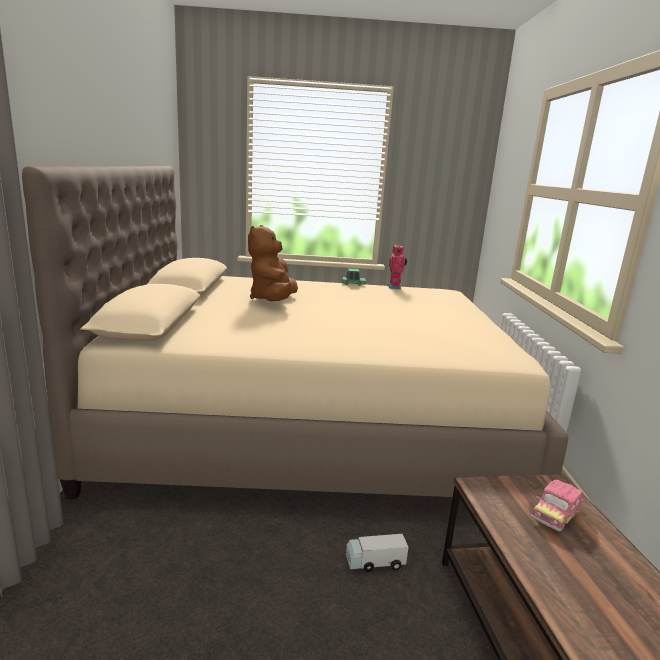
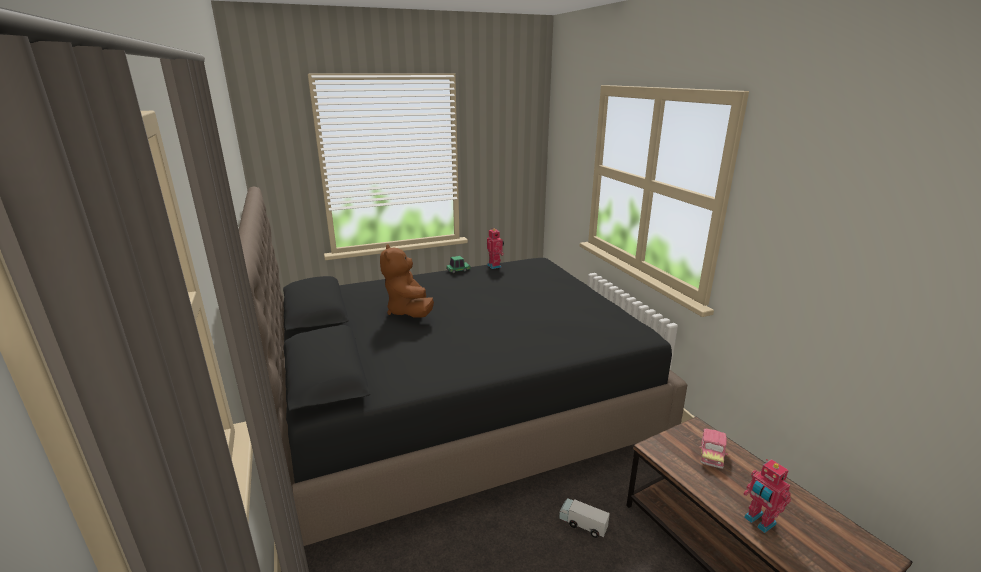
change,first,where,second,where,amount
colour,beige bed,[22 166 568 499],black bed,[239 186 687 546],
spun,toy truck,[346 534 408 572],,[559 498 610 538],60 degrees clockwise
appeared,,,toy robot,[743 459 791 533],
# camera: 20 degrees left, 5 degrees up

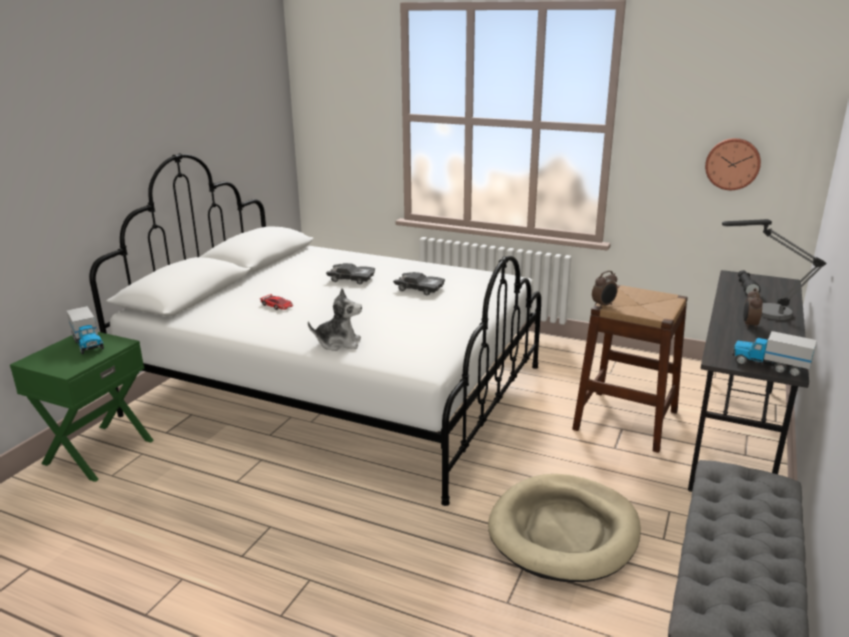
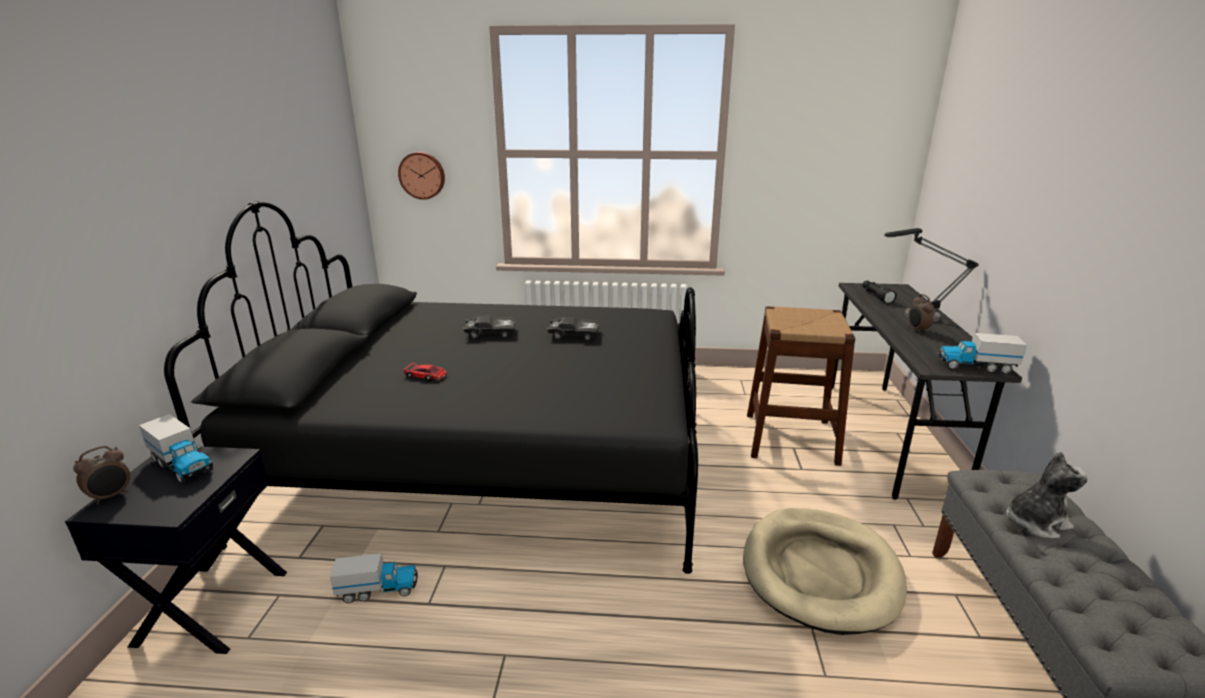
change,first,where,second,where,amount
colour,green nightstand,[10 332 154 482],black nightstand,[65 446 287 654],
colour,white bed,[89 153 541 506],black bed,[164 201 698 574],
relocated,plush toy,[308 288 362 351],,[1006 452 1087 538],
relocated,alarm clock,[592 271 618 308],,[74 446 130 504],
relocated,wall clock,[705 138 761 190],,[398 152 445 200],
appeared,,,toy truck,[330 553 418 603],
# camera: 20 degrees left, 0 degrees up

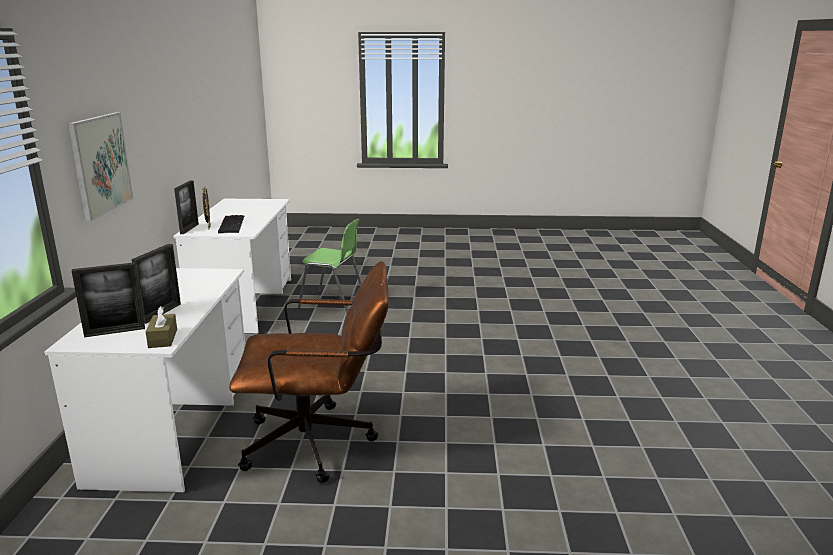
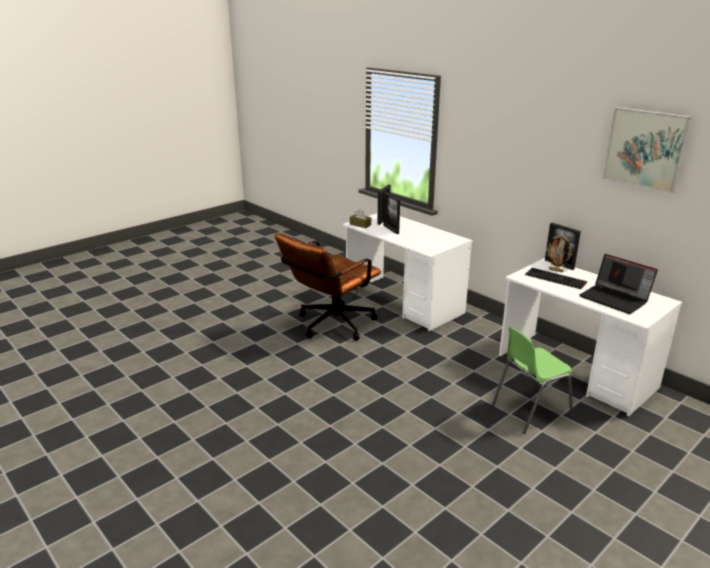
change,first,where,second,where,amount
relocated,picture,[68 112 133 221],,[602 107 692 193],
appeared,,,laptop,[579 254 658 314],
# camera: 135 degrees right, 5 degrees up

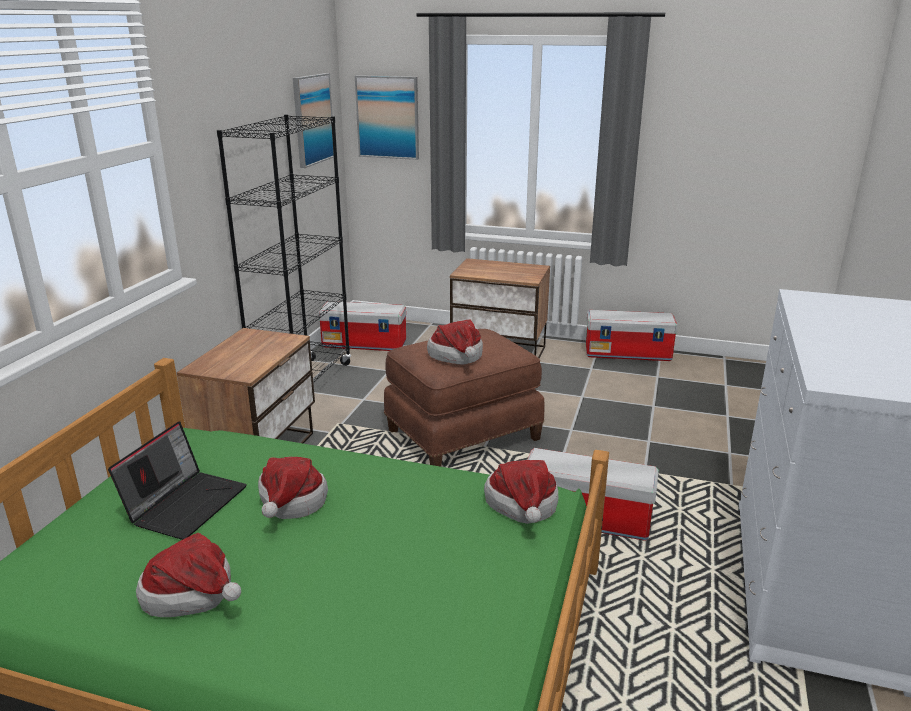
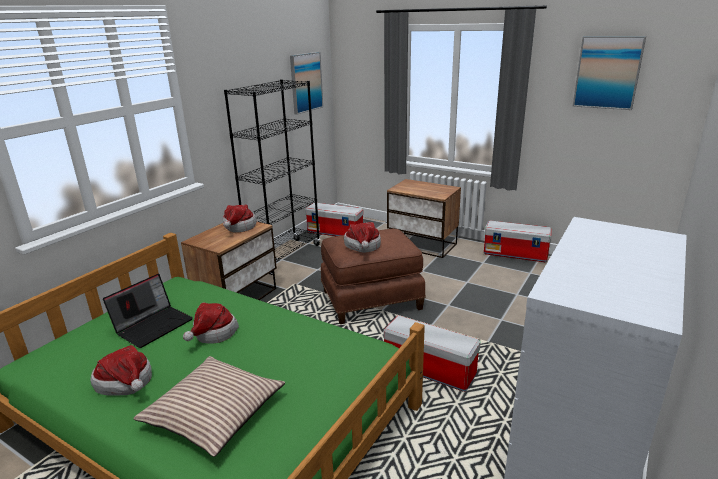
change,first,where,second,where,amount
relocated,picture,[355 75 419 160],,[572 36 646 110],
relocated,hat,[484 460 559 524],,[223 205 257 232],
appeared,,,pillow,[133 356 285 457],
# camera: 15 degrees right, 0 degrees up

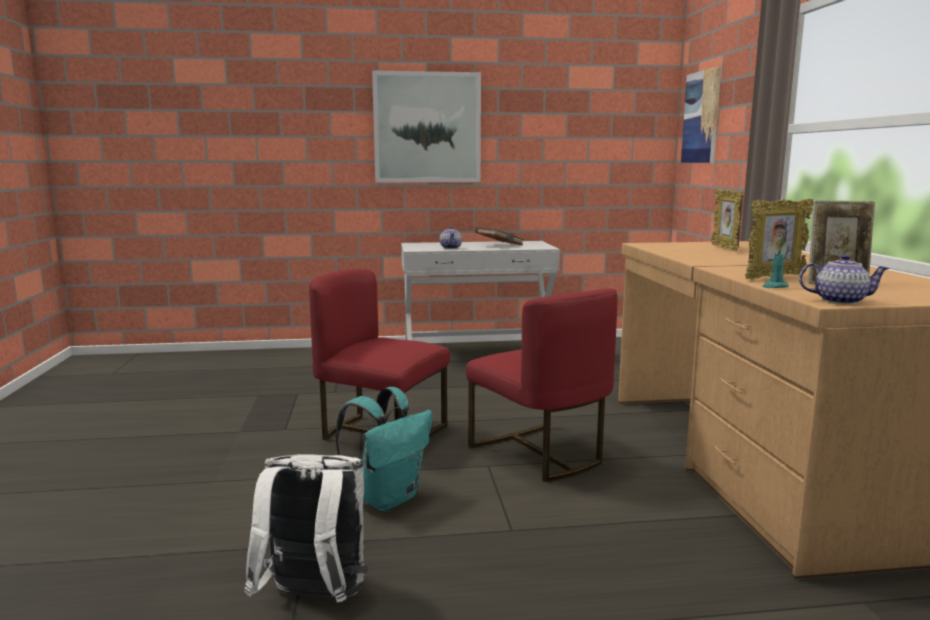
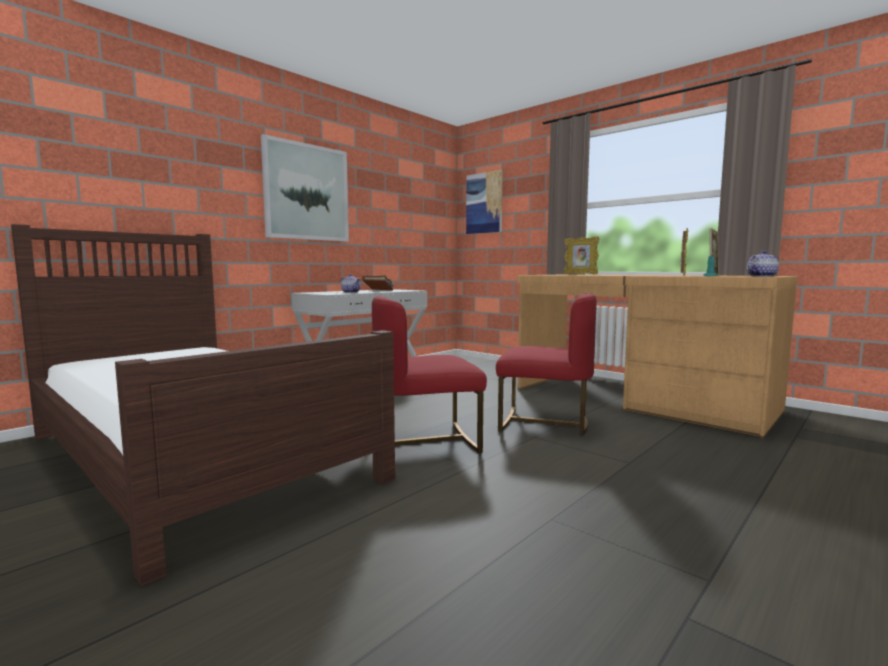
change,first,where,second,where,amount
missing,white backpack,[244 455 368 602],,,
missing,turquoise backpack,[336 387 432 511],,,
appeared,,,brown bed,[11 224 395 586],
# camera: 40 degrees left, 5 degrees down

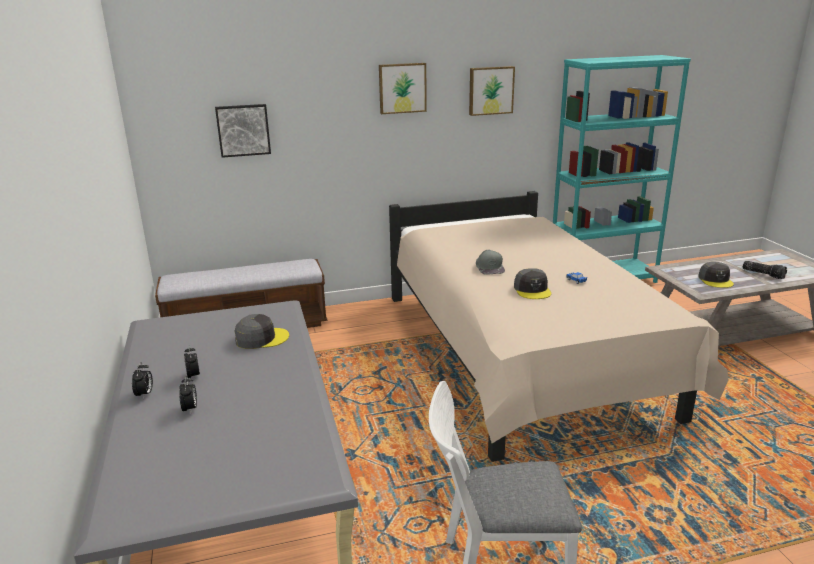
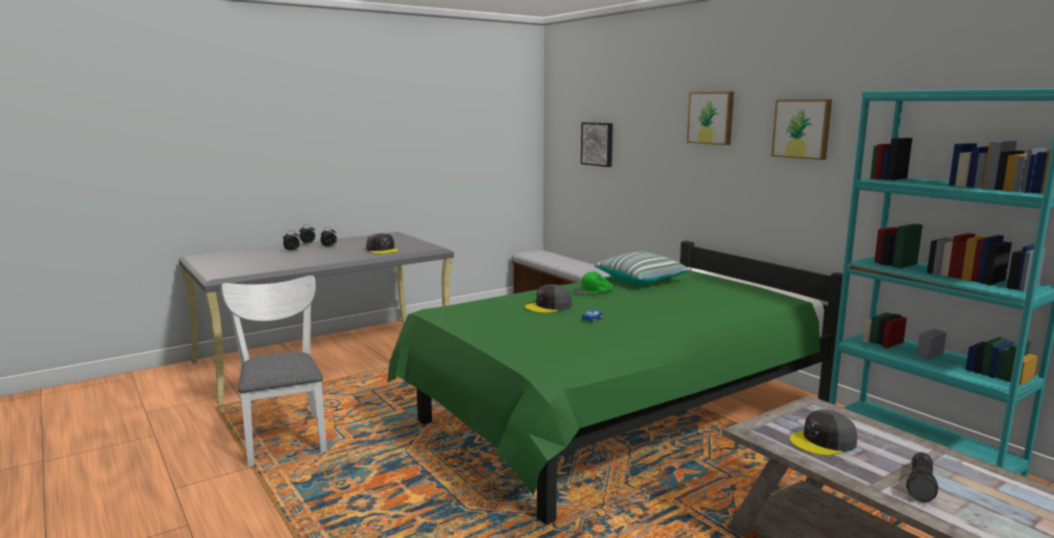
change,first,where,second,where,amount
colour,beige bed,[389 191 729 462],green bed,[387 241 843 525],
colour,grey cap,[476 250 505 275],green cap,[571 271 613 295],
appeared,,,pillow,[594 252 692 285],
# camera: 70 degrees right, 10 degrees down

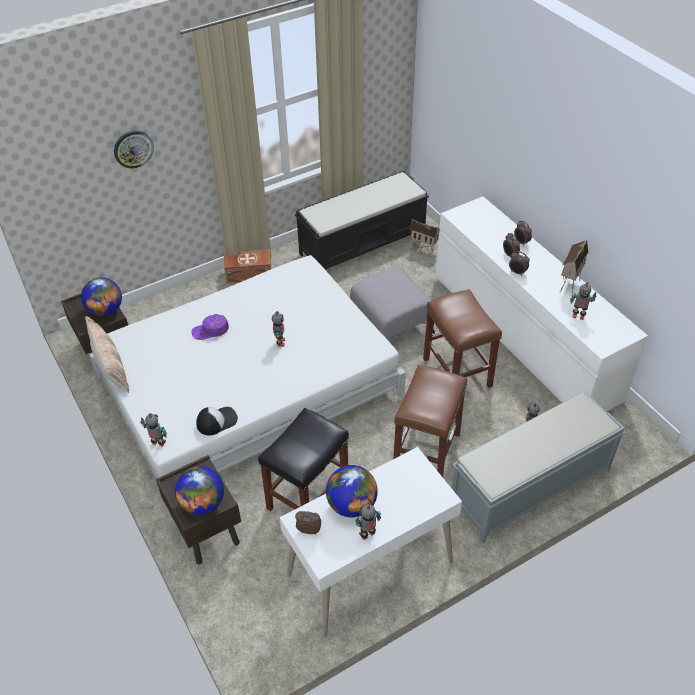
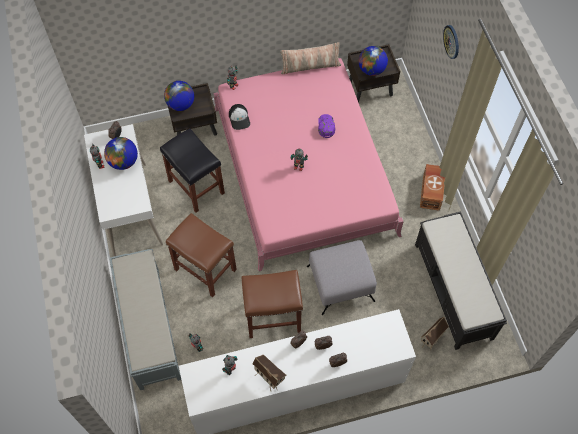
change,first,where,second,where,amount
colour,white bed,[89 255 406 515],pink bed,[213 58 404 271],
# camera: 105 degrees right, 15 degrees up

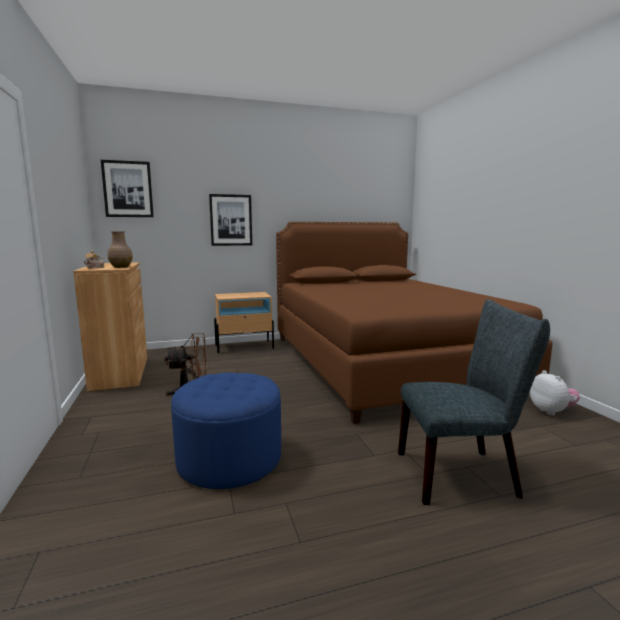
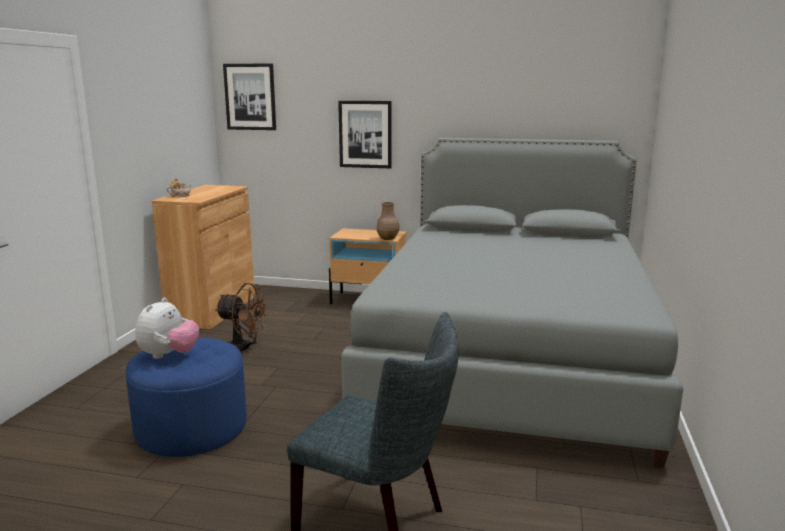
change,first,where,second,where,amount
relocated,brown vase,[108 231 133 268],,[376 202 399 240],
colour,brown bed,[276 222 553 424],grey bed,[341 138 683 468],
relocated,plush toy,[530 370 580 416],,[135 298 199 359],
# camera: 30 degrees right, 5 degrees up

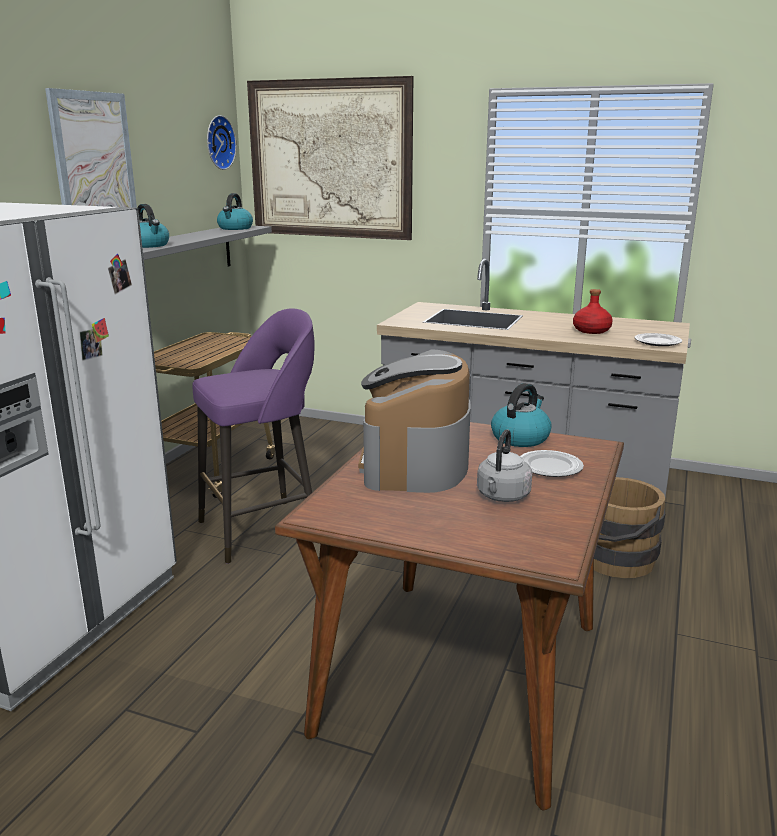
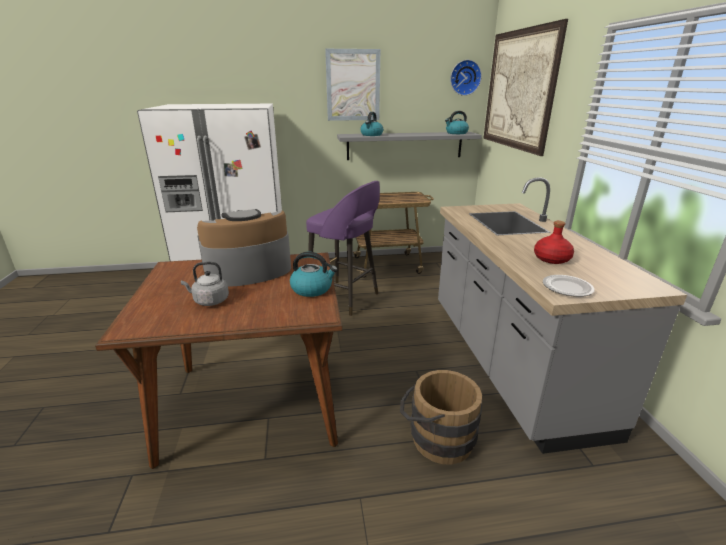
change,first,where,second,where,amount
missing,plate,[520 450 584 477],,,
# camera: 60 degrees right, 5 degrees up

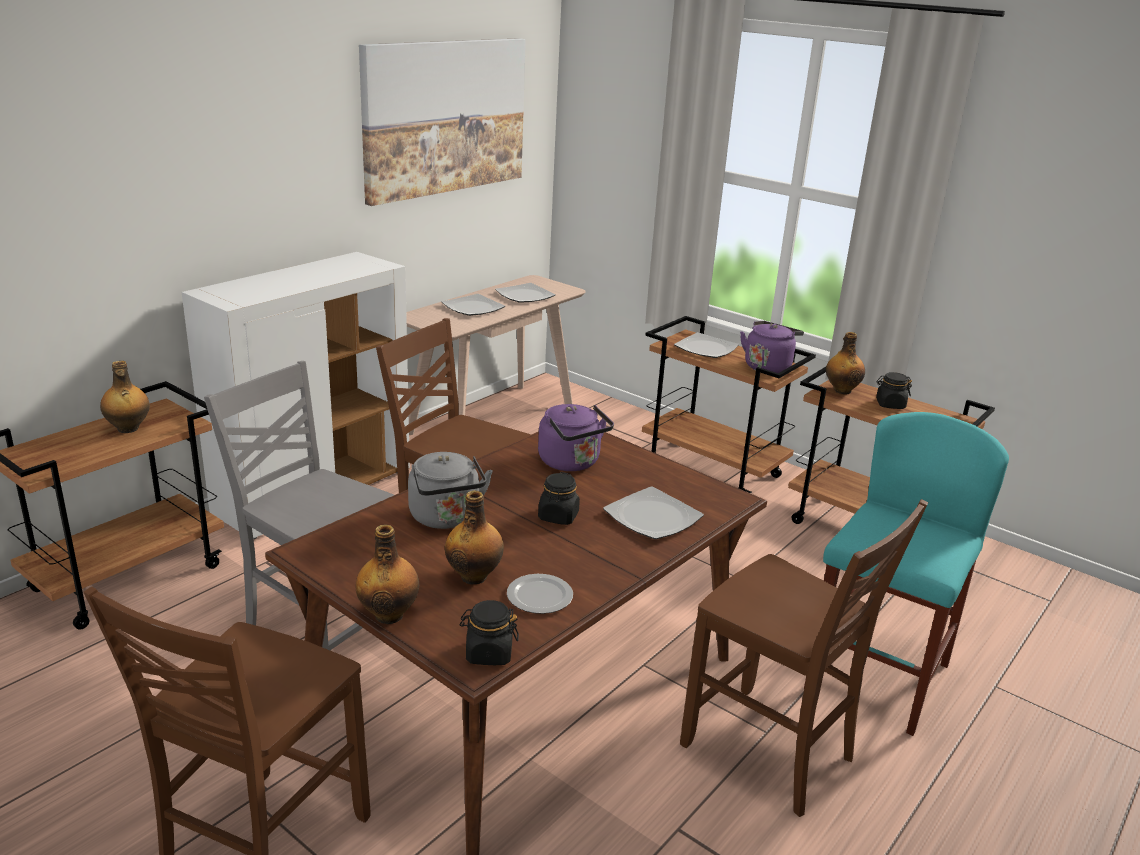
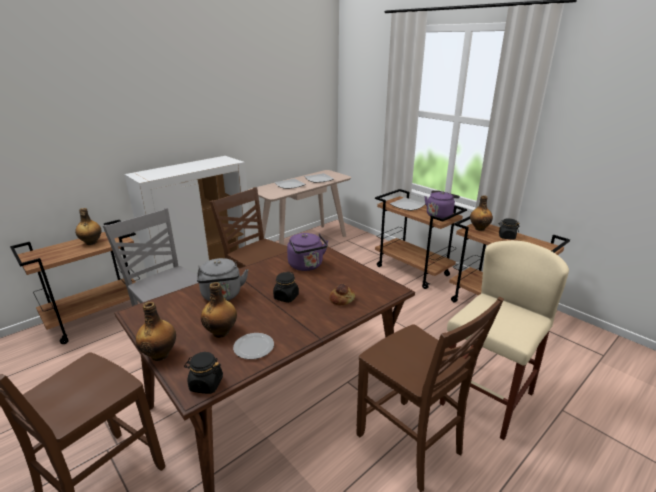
change,first,where,second,where,amount
missing,picture,[359 38 526 206],,,
exchanged,plate,[603 487 704 539],bread,[329 284 355 305],
colour,turquoise stool,[804 412 1009 736],beige stool,[440 240 569 440],
# camera: 10 degrees right, 0 degrees up

